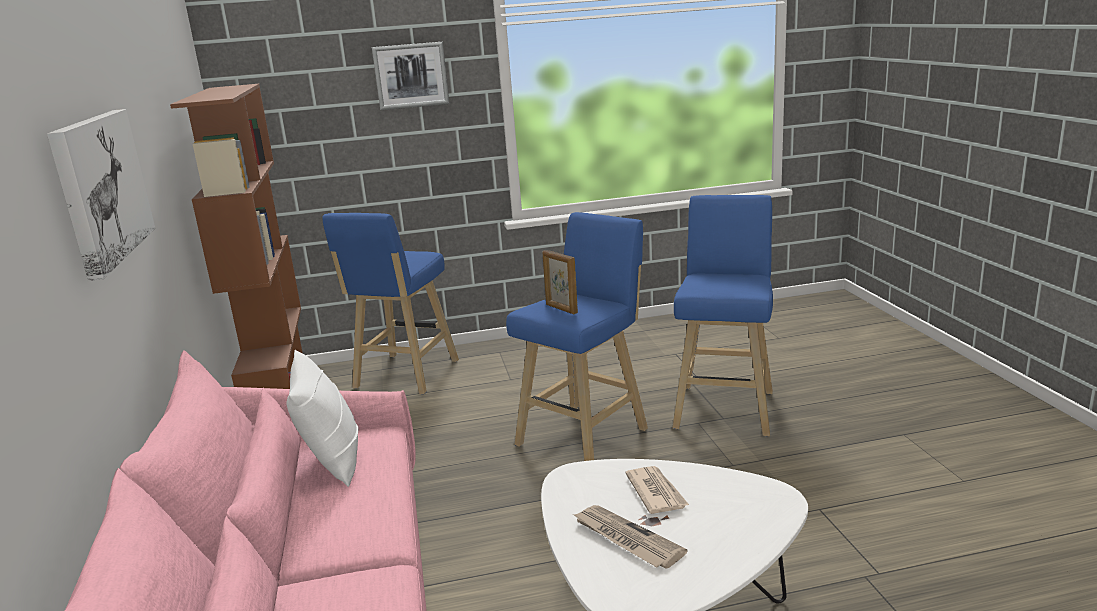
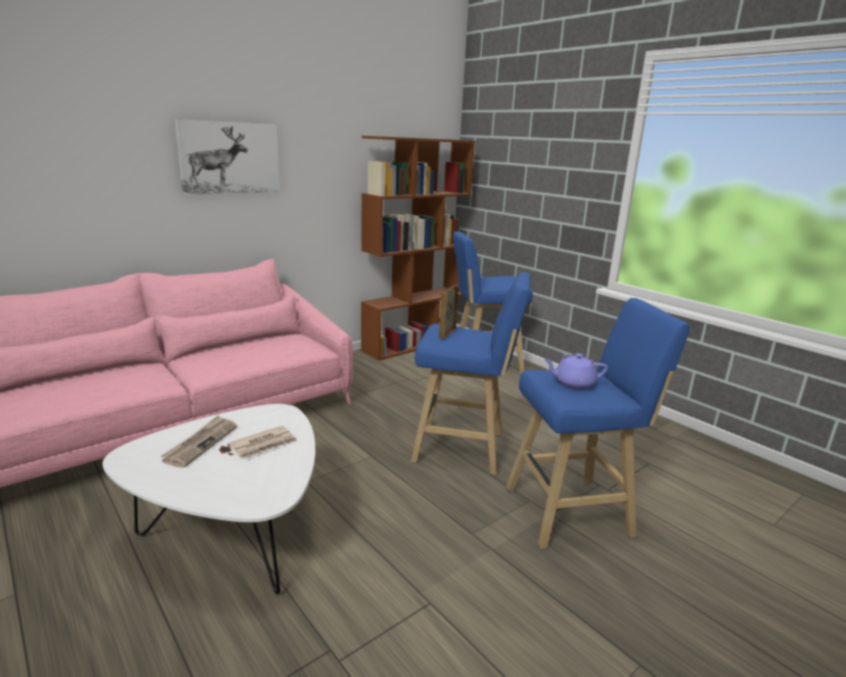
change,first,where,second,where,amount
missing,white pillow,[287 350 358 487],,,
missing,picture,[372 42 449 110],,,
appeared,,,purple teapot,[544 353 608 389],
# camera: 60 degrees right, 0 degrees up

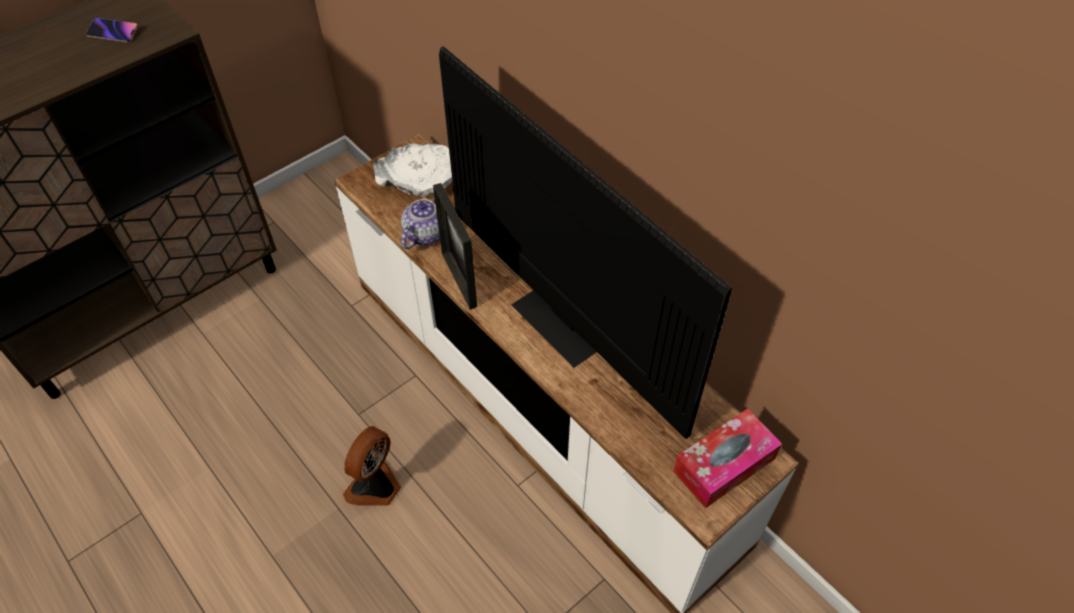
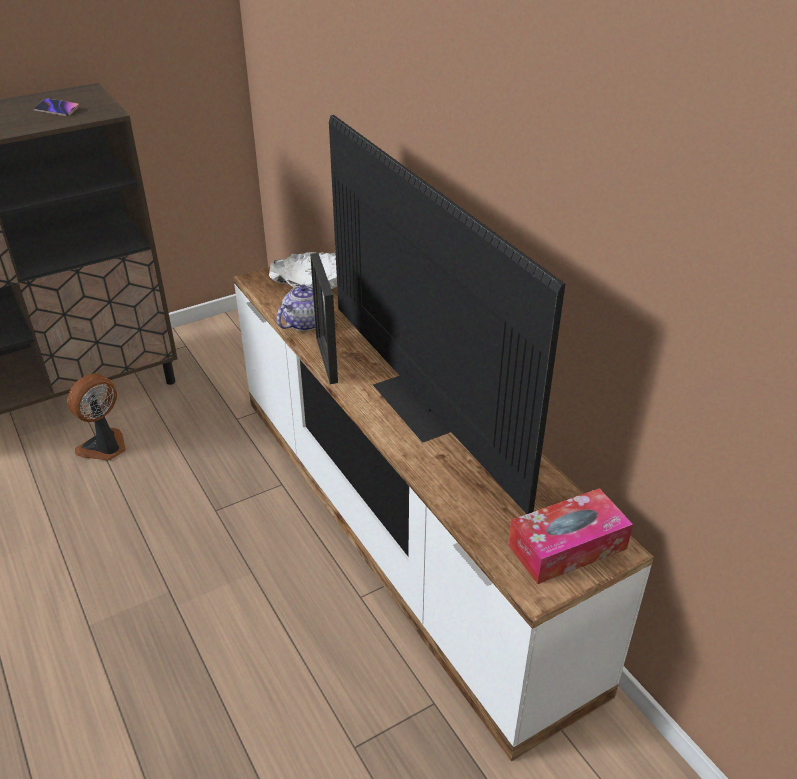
change,first,where,second,where,amount
relocated,fan,[343 426 401 506],,[67 373 126 461],
# camera: 10 degrees right, 15 degrees down

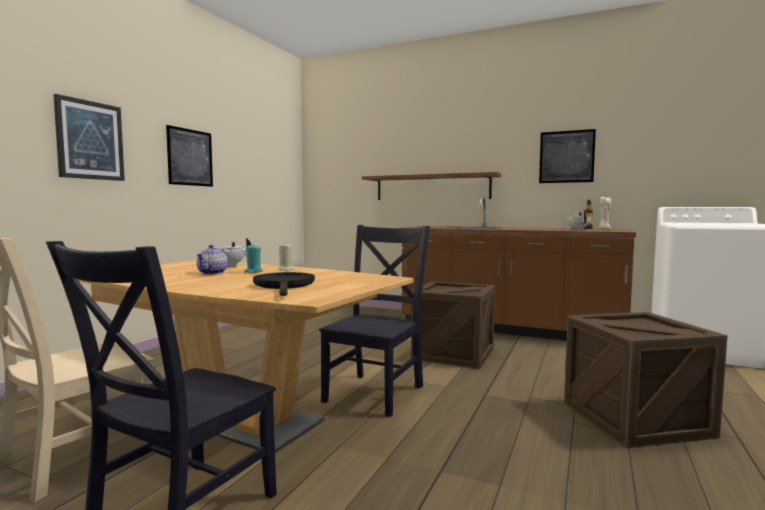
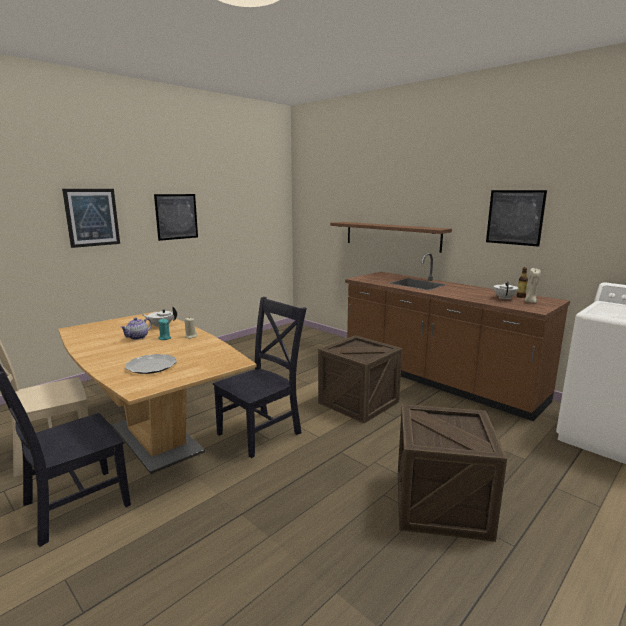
change,first,where,second,where,amount
exchanged,black frying pan,[253 272 315 296],plate,[125 354 177 374],
# camera: 20 degrees right, 10 degrees up

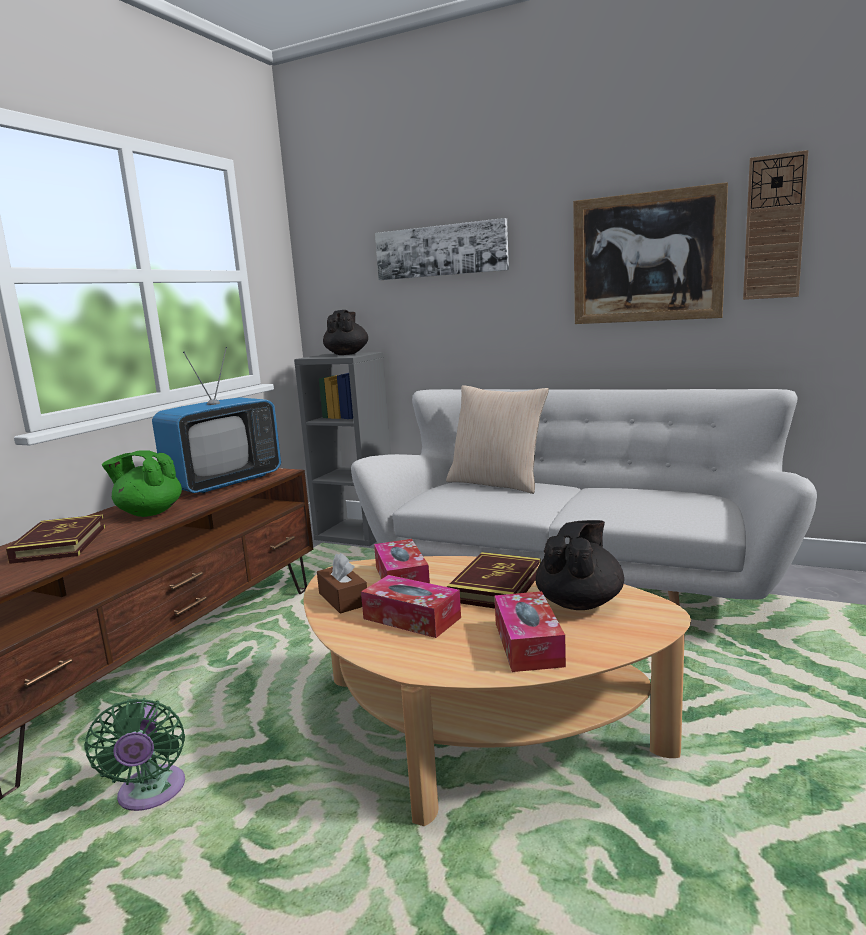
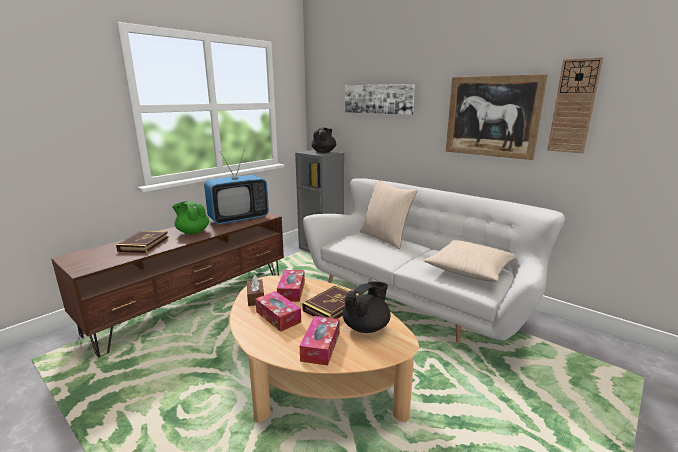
change,first,where,second,where,amount
missing,green fan,[84 698 185 811],,,
appeared,,,beige pillow,[423 240 516 282],
# camera: 15 degrees right, 5 degrees up

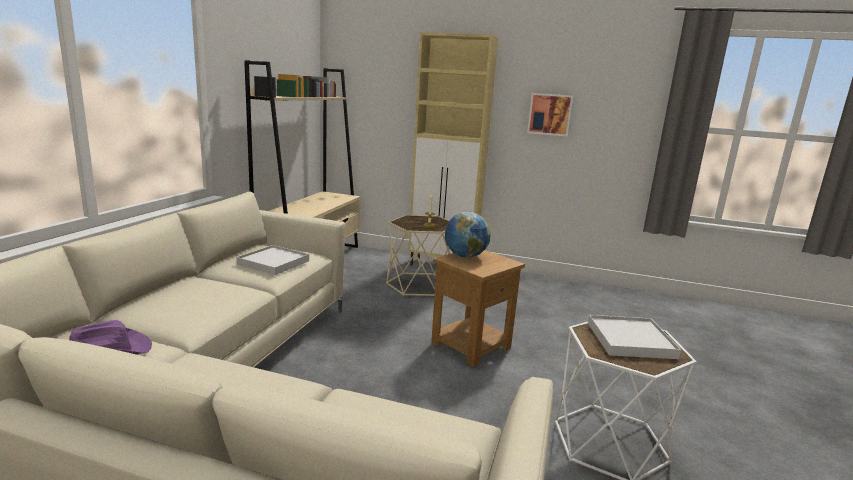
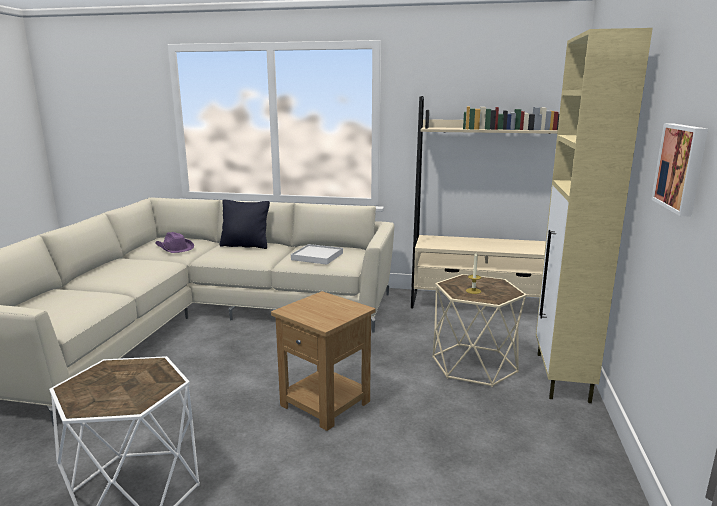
change,first,where,second,where,amount
missing,globe,[445 212 491 258],,,
missing,white tray,[588 315 681 359],,,
appeared,,,black pillow,[219 199 270 249],
# camera: 85 degrees right, 0 degrees up

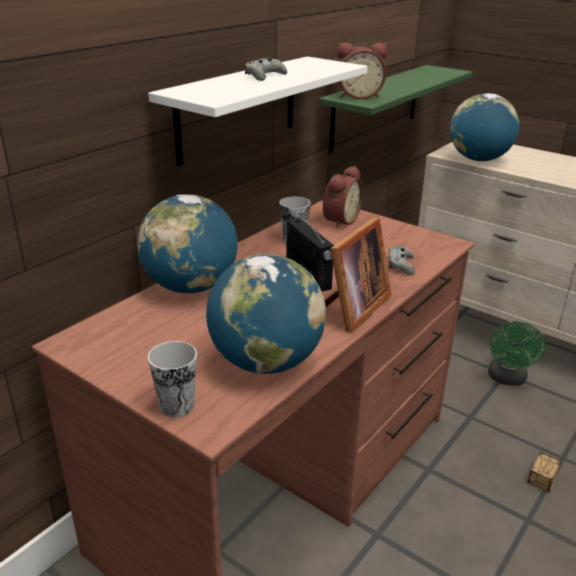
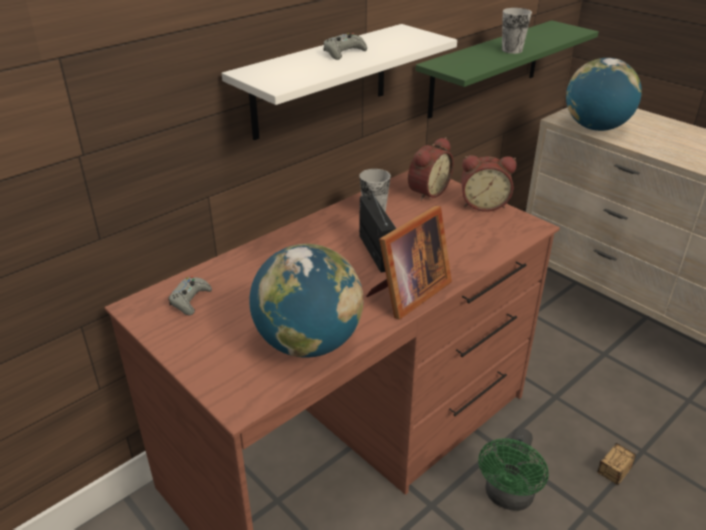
change,first,where,second,where,amount
missing,globe,[137 194 238 293],,,
relocated,cup,[148 341 197 418],,[502 8 532 54],
relocated,alarm clock,[337 43 387 99],,[461 155 516 212],
relocated,grey game controller,[389 246 415 275],,[168 276 212 315],
relocated,green fan,[488 321 546 386],,[478 428 549 511],
# camera: 10 degrees right, 5 degrees up

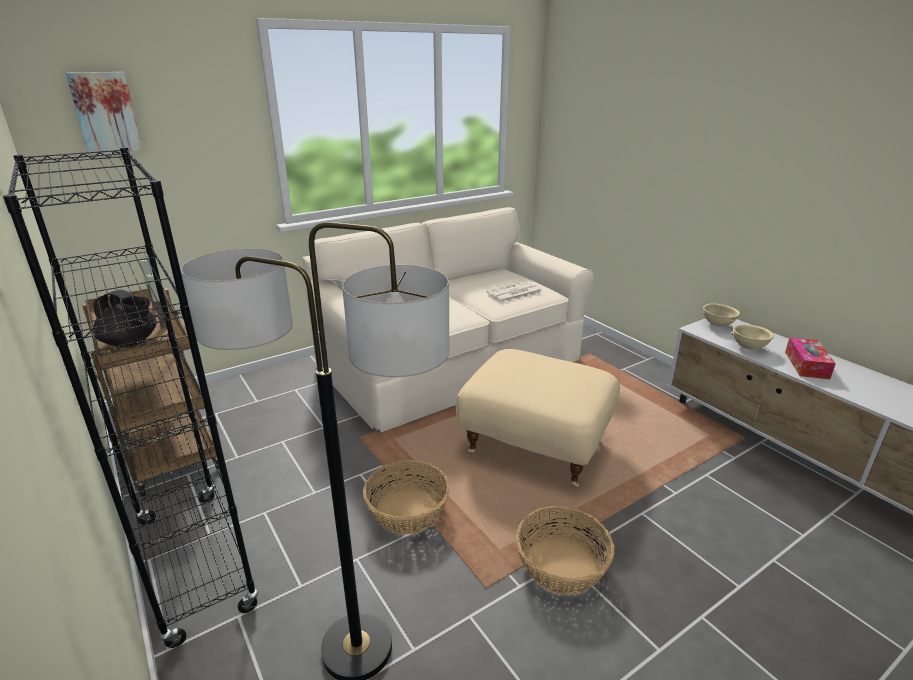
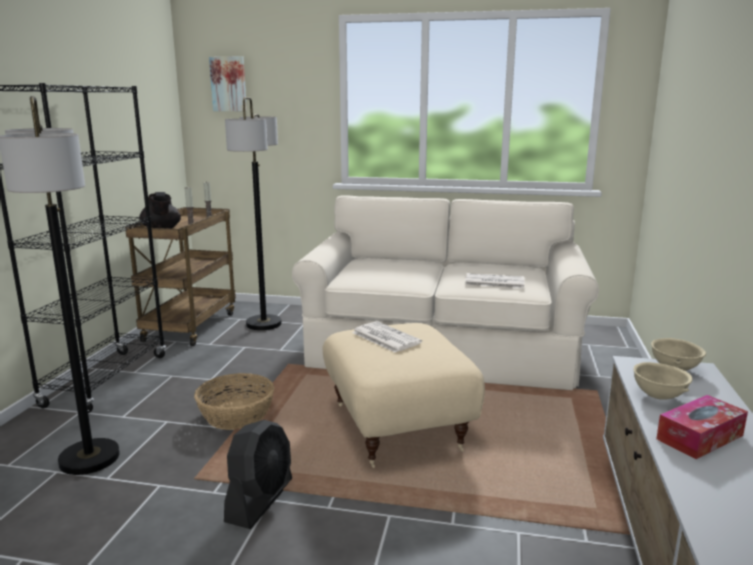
change,first,where,second,where,amount
exchanged,basket,[516 506 615 595],black fan,[224 420 292 529],
appeared,,,floor lamp,[225 97 282 330],
appeared,,,newspaper,[352 321 422 353],
# camera: 45 degrees right, 10 degrees down

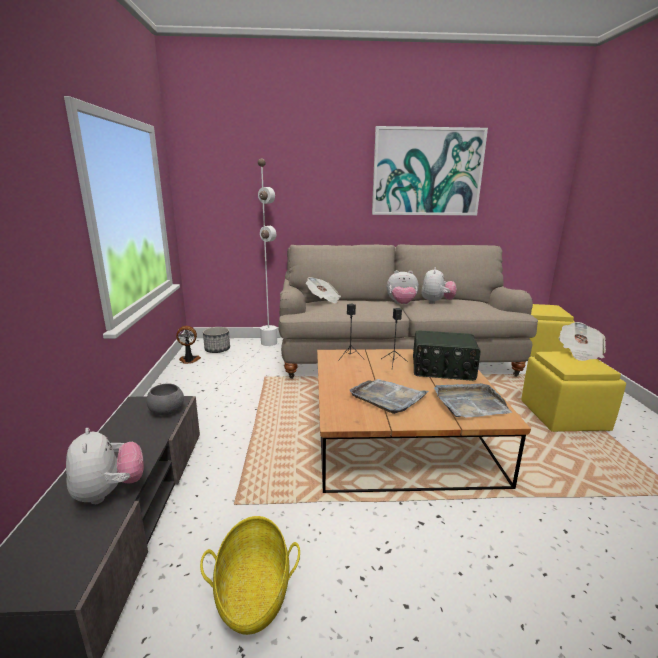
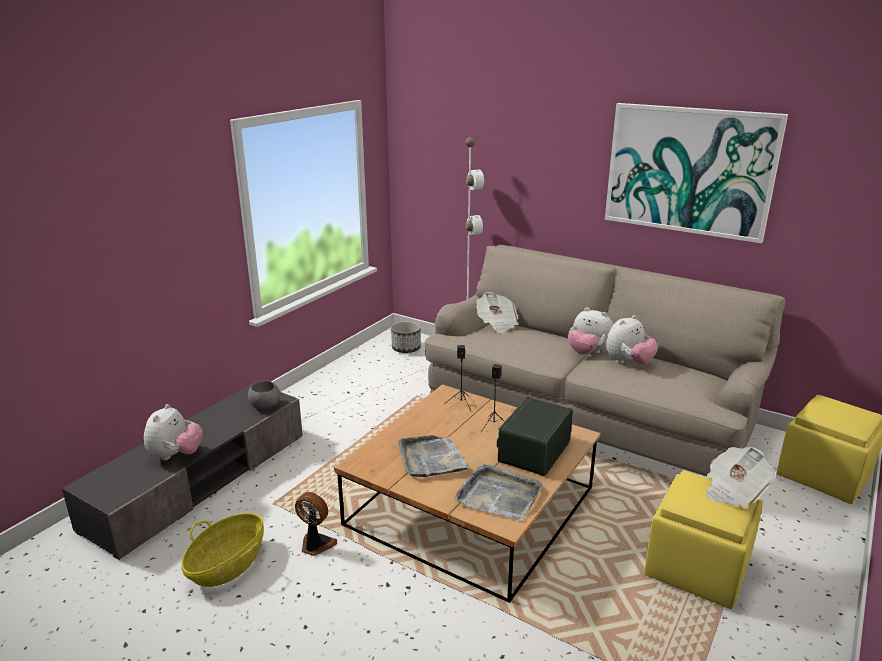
change,first,where,second,where,amount
relocated,fan,[176 326 201 364],,[295 492 337 556],
spun,radio,[413 330 481 381],,[497 397 573 476],75 degrees clockwise
# camera: 35 degrees right, 5 degrees up

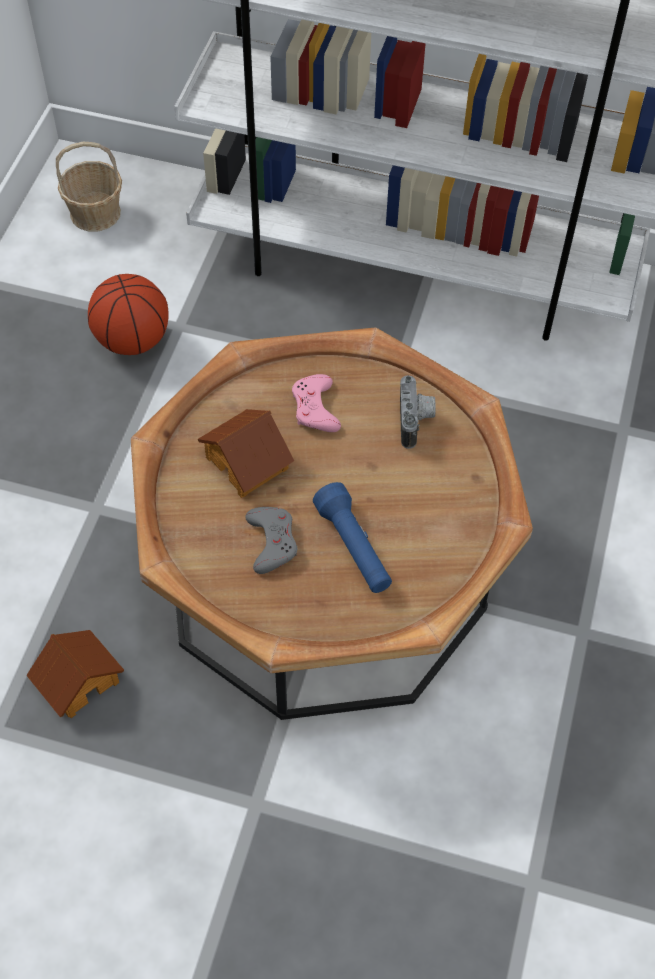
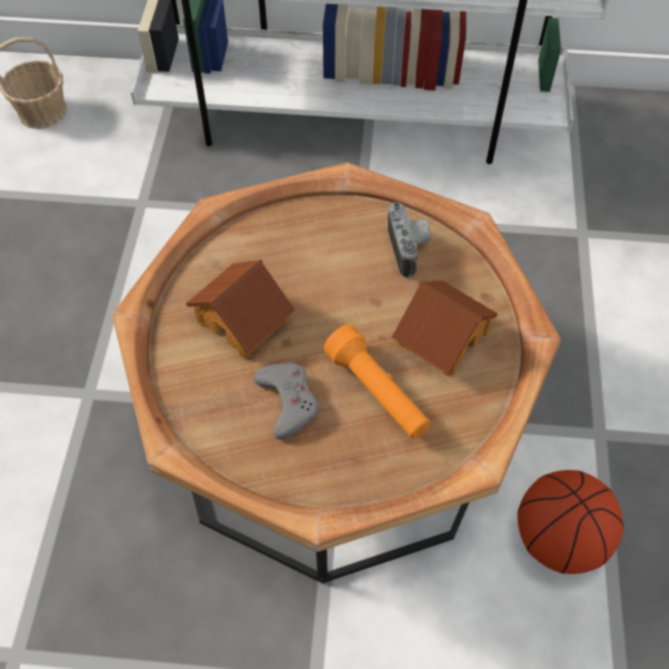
change,first,where,second,where,amount
relocated,toy house,[26 630 124 718],,[392 280 498 377],
relocated,basketball,[88 274 168 355],,[518 470 624 574],
missing,pink game controller,[292 374 341 432],,,
colour,blue flashlight,[313 482 392 593],orange flashlight,[324 324 430 439],
# camera: 10 degrees left, 0 degrees up

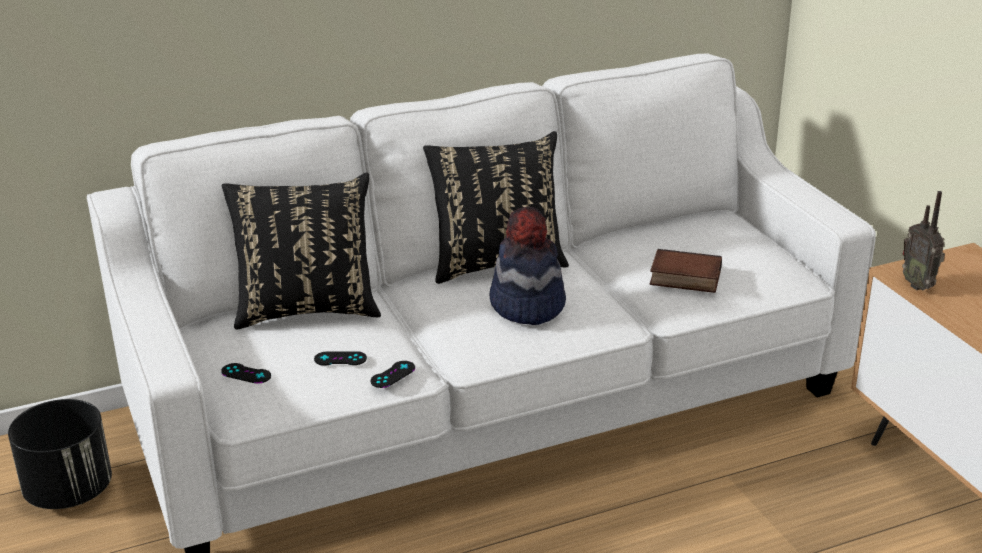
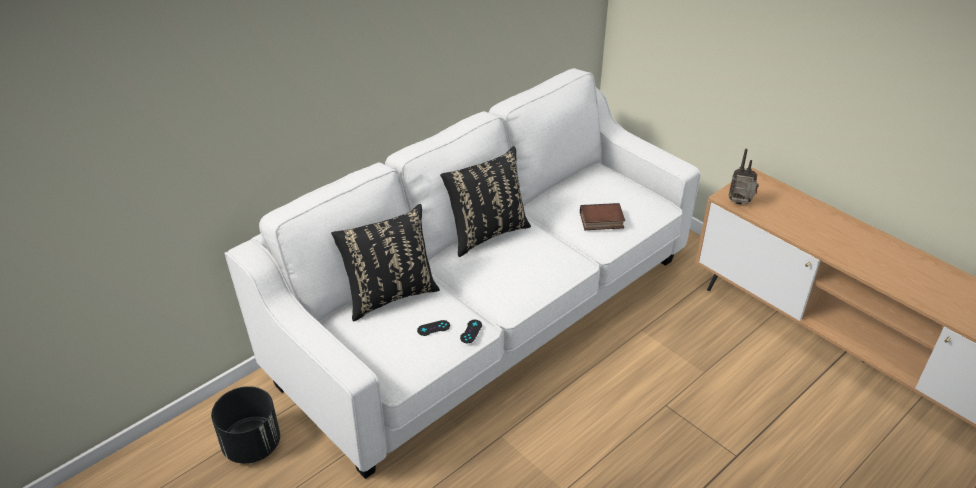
change,first,where,second,where,amount
missing,black game controller,[221 363 271 384],,,
missing,hat,[490 207 566 325],,,
spun,radio,[902 191 945 291],,[729 148 759 205],150 degrees clockwise
# camera: 20 degrees left, 10 degrees up

